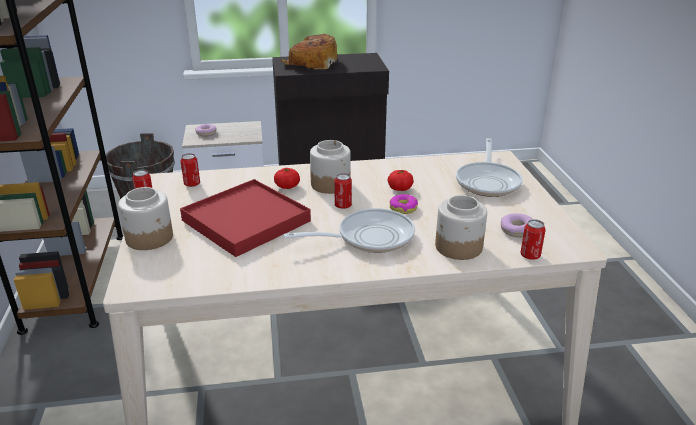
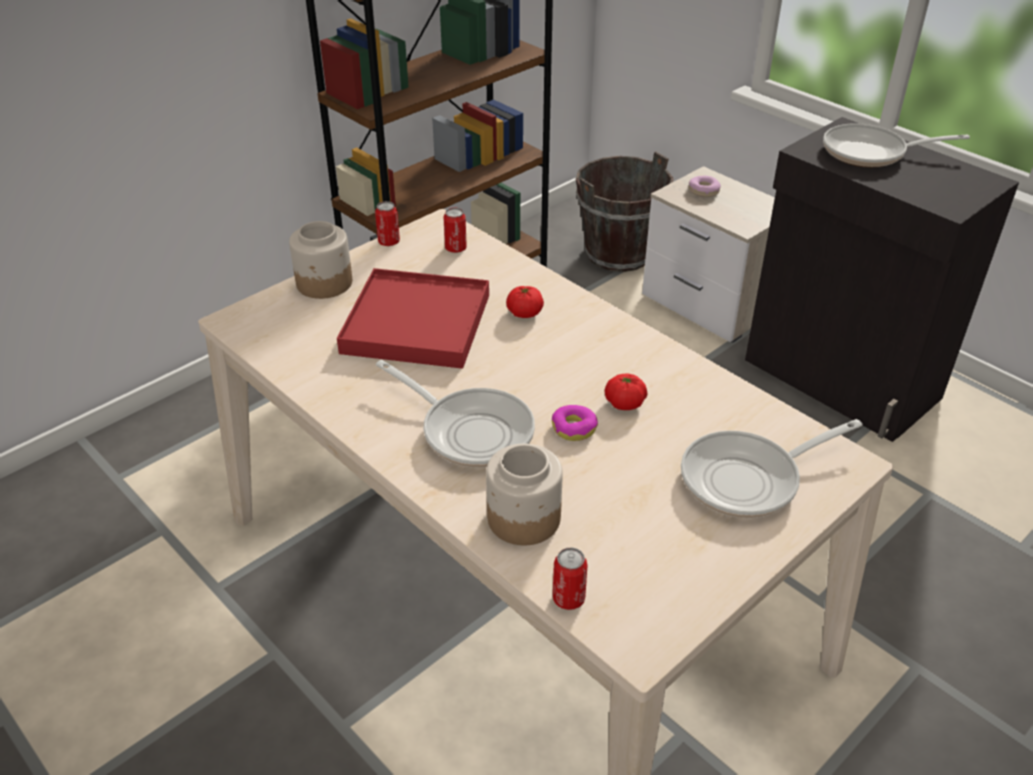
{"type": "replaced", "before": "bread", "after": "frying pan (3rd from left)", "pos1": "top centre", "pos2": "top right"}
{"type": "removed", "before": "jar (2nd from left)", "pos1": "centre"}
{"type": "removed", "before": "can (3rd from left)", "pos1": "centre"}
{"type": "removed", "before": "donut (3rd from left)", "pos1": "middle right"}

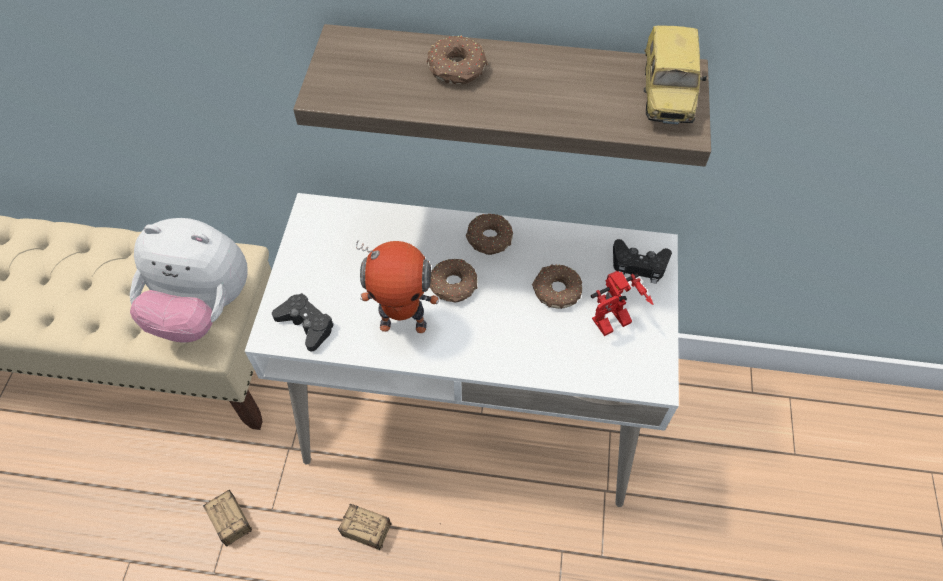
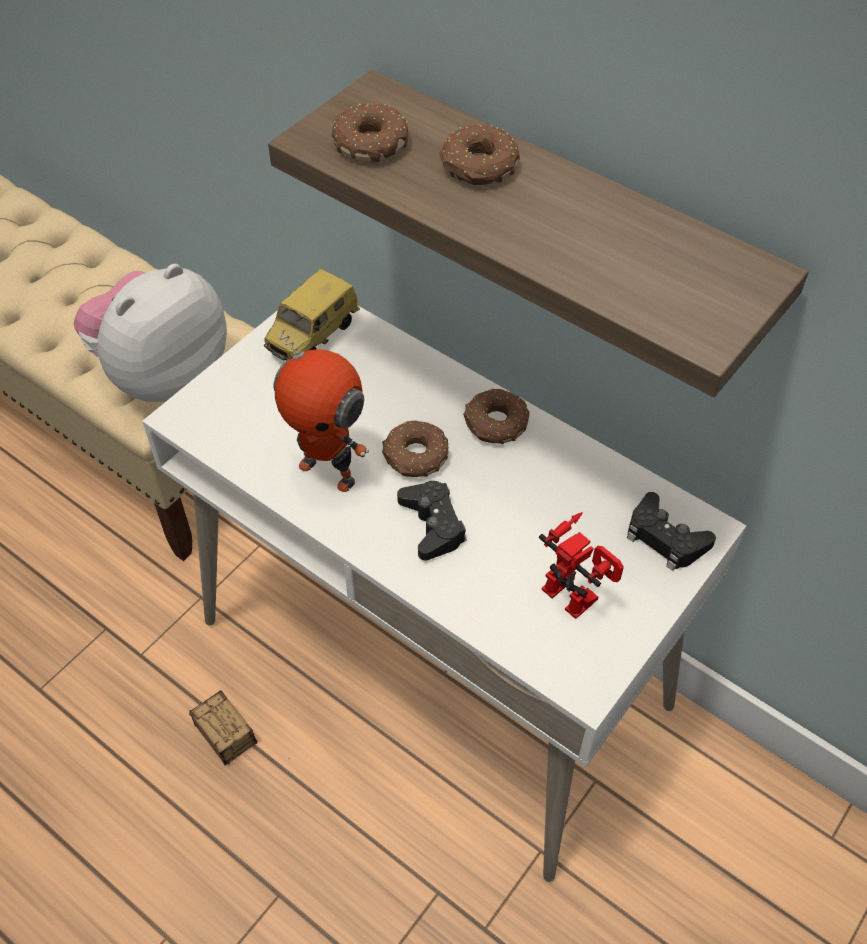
{"type": "turned", "before": "plush toy", "pos1": "middle left", "pos2": "middle left", "turn": 90}
{"type": "removed", "before": "storage box (1st from left)", "pos1": "bottom left"}
{"type": "moved", "before": "black game controller (1st from left)", "pos1": "middle left", "pos2": "centre"}
{"type": "moved", "before": "donut (4th from left in the first image)", "after": "donut (1st from left)", "pos1": "centre", "pos2": "top centre"}
{"type": "turned", "before": "toy robot (2nd from left)", "pos1": "centre", "pos2": "middle right", "turn": -135}
{"type": "moved", "before": "toy car", "pos1": "top right", "pos2": "centre"}

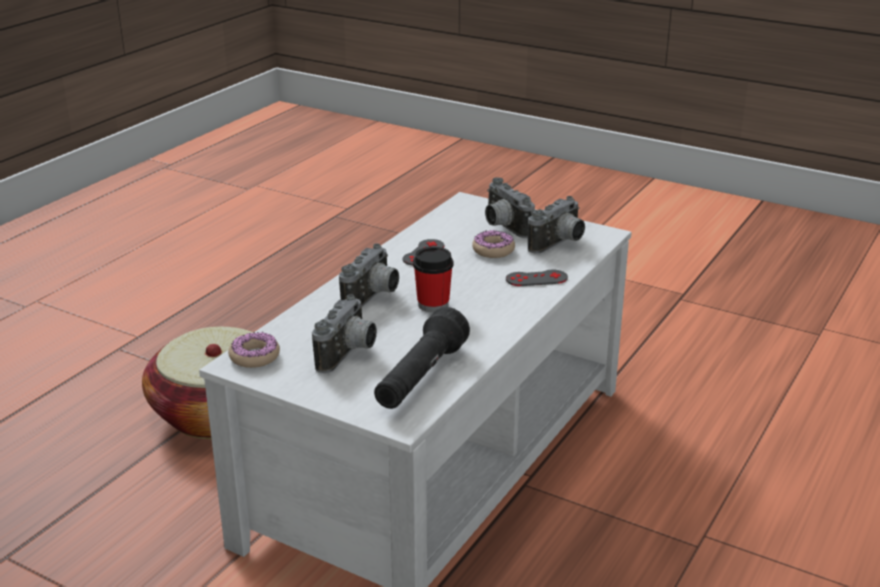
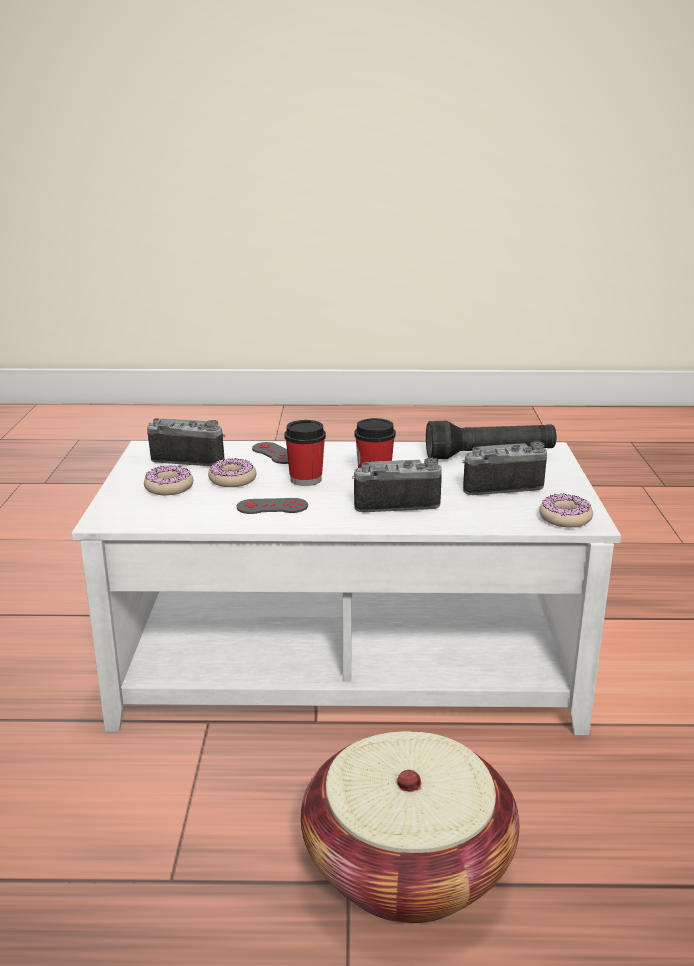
{"type": "replaced", "before": "photo camera (3rd from left)", "after": "donut (1st from left)", "pos1": "centre", "pos2": "middle left"}
{"type": "added", "after": "cup (1st from left)", "pos2": "centre"}

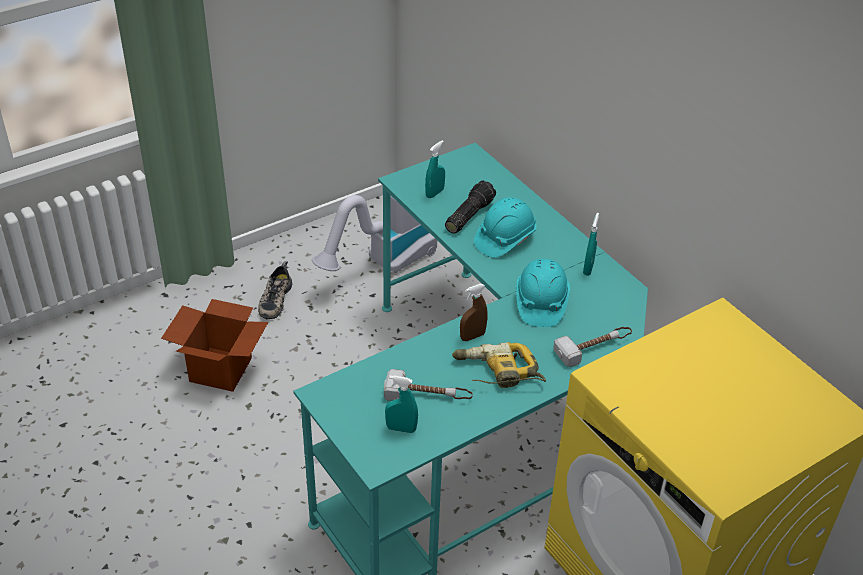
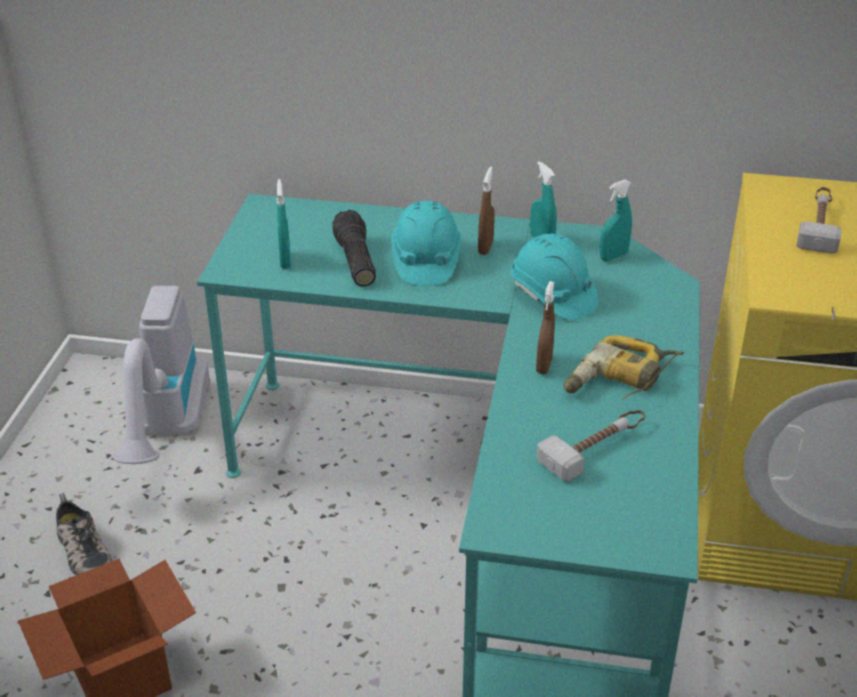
{"type": "moved", "before": "turquoise spray bottle (1st from left in the first image)", "after": "turquoise spray bottle (3rd from left)", "pos1": "bottom centre", "pos2": "top right"}
{"type": "moved", "before": "hammer (2nd from left)", "pos1": "middle right", "pos2": "top right"}
{"type": "added", "after": "brown spray bottle (1st from left)", "pos2": "top centre"}

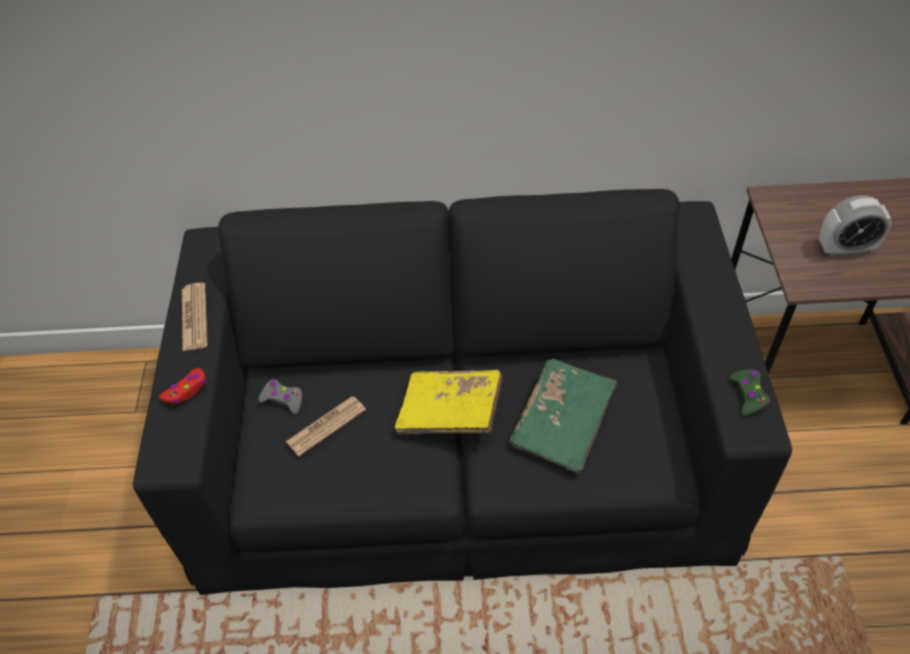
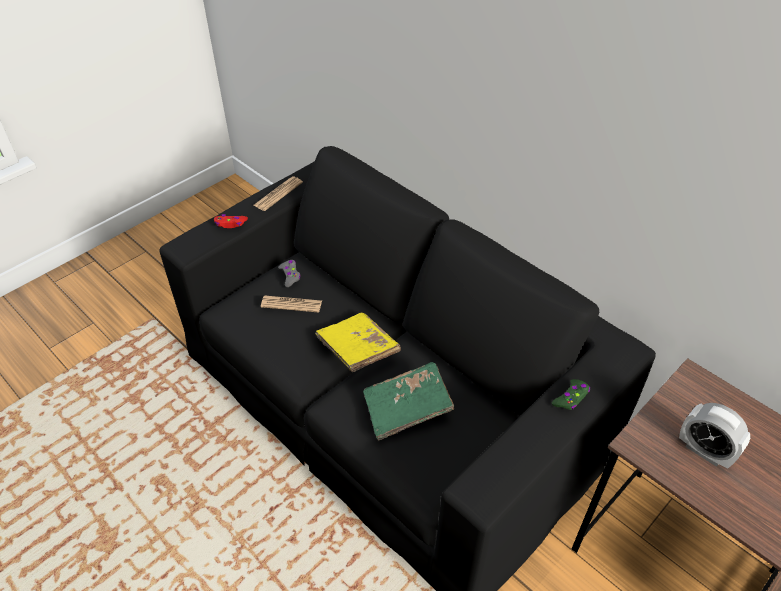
{"type": "moved", "before": "green game controller", "pos1": "middle right", "pos2": "bottom right"}

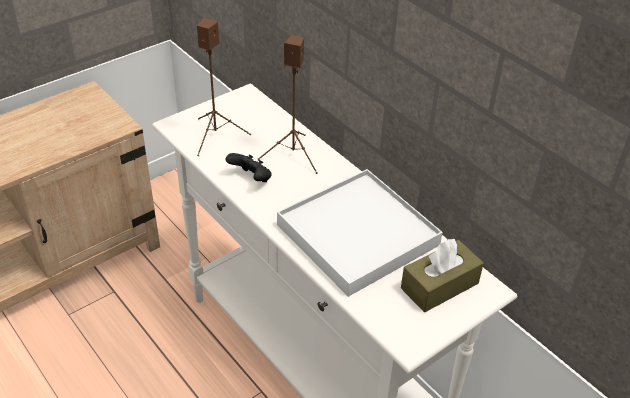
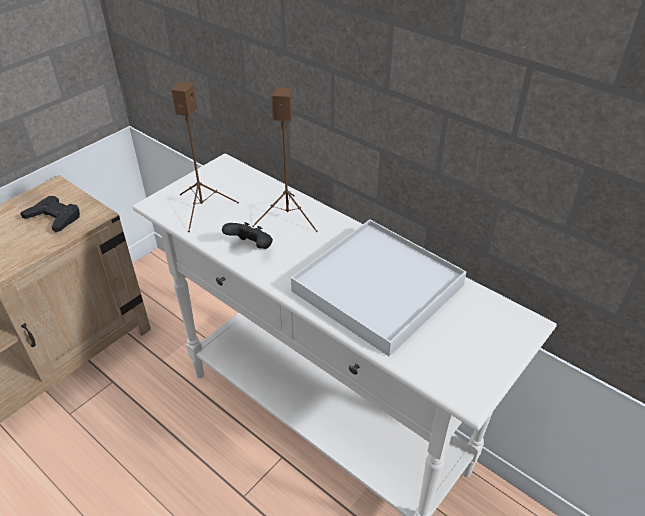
{"type": "removed", "before": "brown tissue box", "pos1": "bottom right"}
{"type": "added", "after": "black game controller (1st from left)", "pos2": "middle left"}

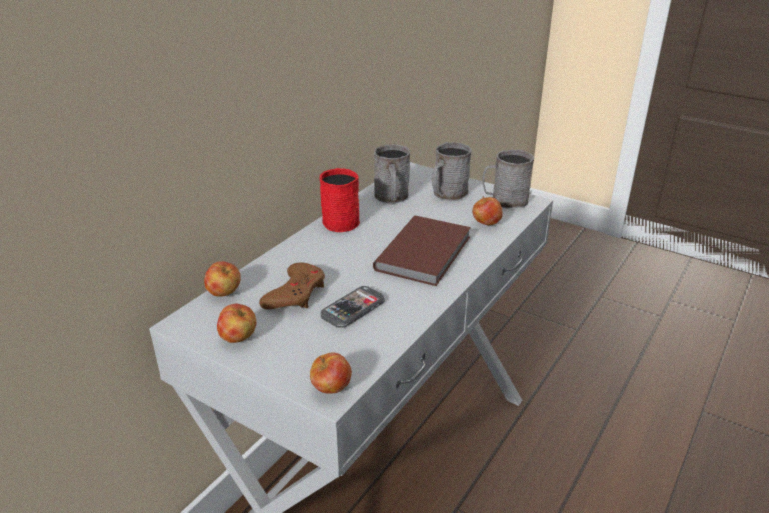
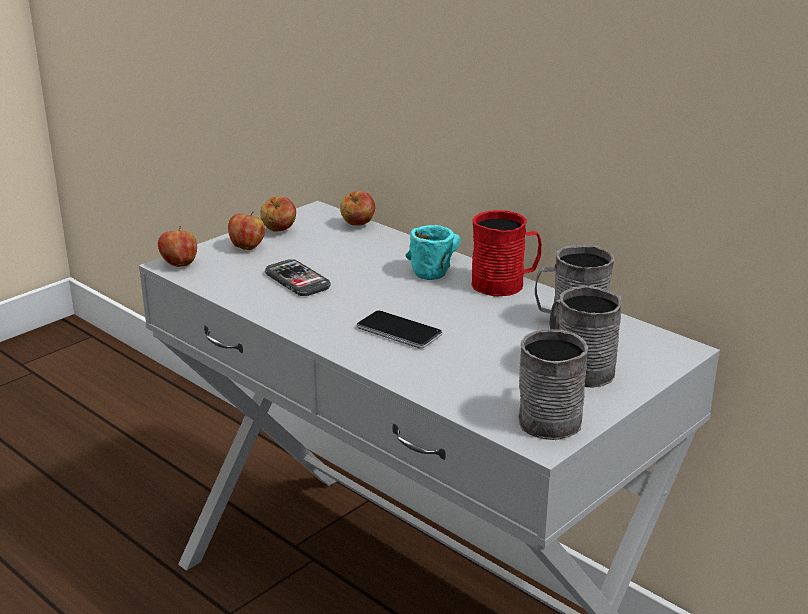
{"type": "removed", "before": "brown game controller", "pos1": "centre"}
{"type": "replaced", "before": "brown book", "after": "phone (2nd from left)", "pos1": "centre", "pos2": "centre"}
{"type": "moved", "before": "apple (4th from left in the first image)", "after": "apple (2nd from left)", "pos1": "centre", "pos2": "middle left"}
{"type": "added", "after": "turquoise mug", "pos2": "centre"}

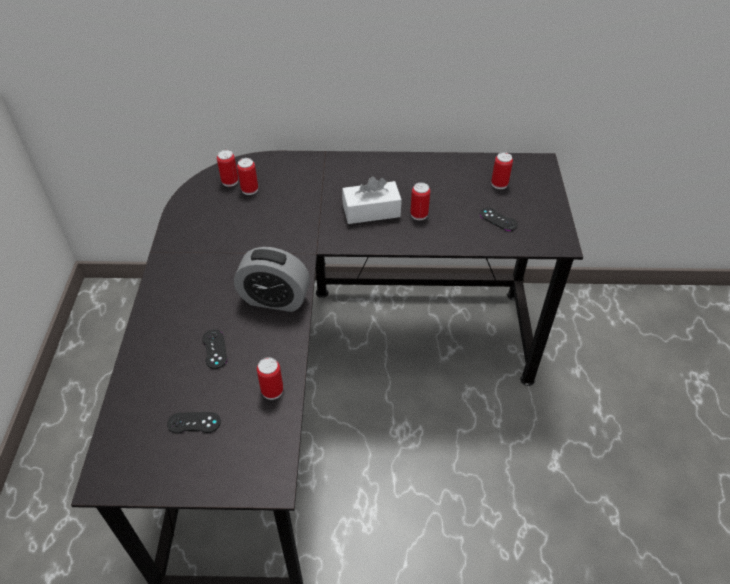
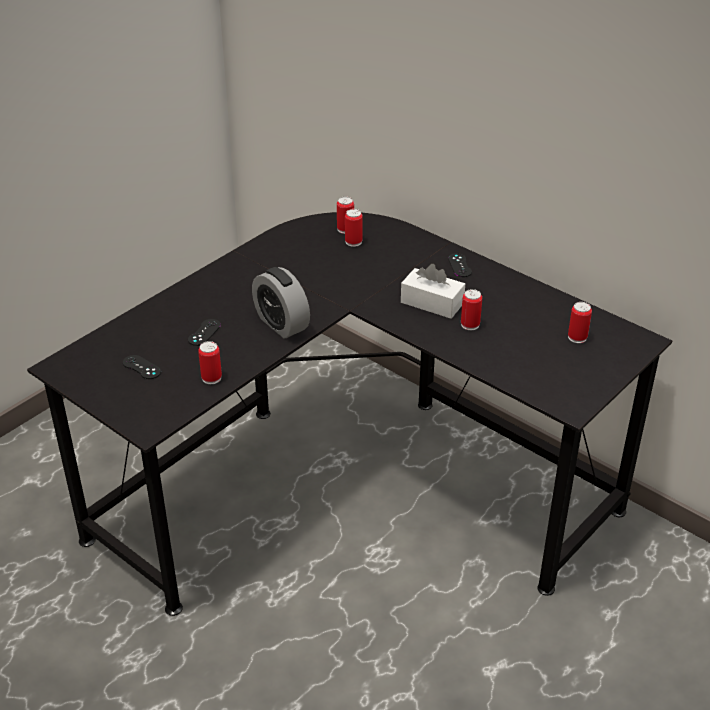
{"type": "moved", "before": "black game controller (3rd from left)", "pos1": "middle right", "pos2": "centre"}

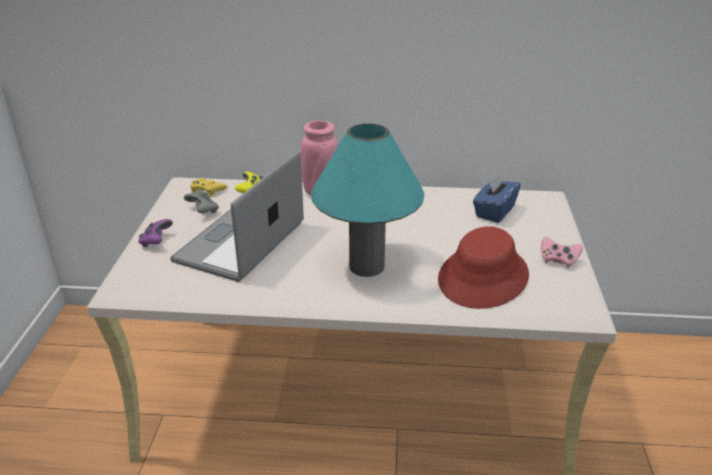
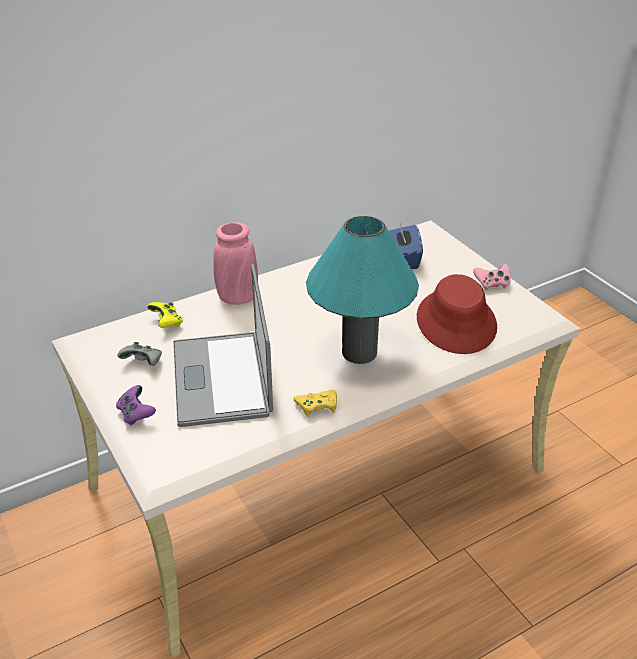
{"type": "moved", "before": "yellow game controller (1st from left in the first image)", "after": "yellow game controller (2nd from left)", "pos1": "middle left", "pos2": "centre"}

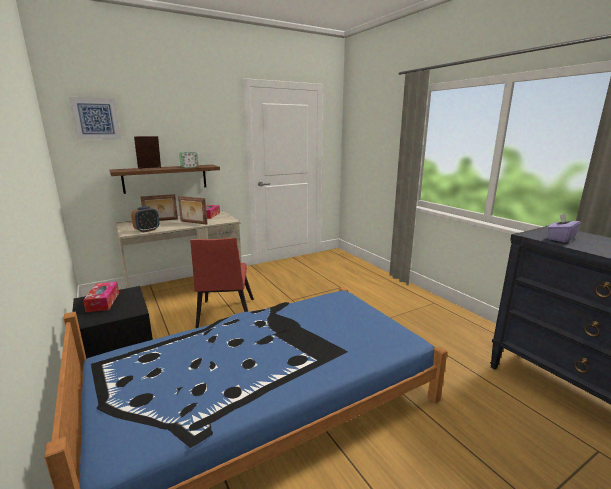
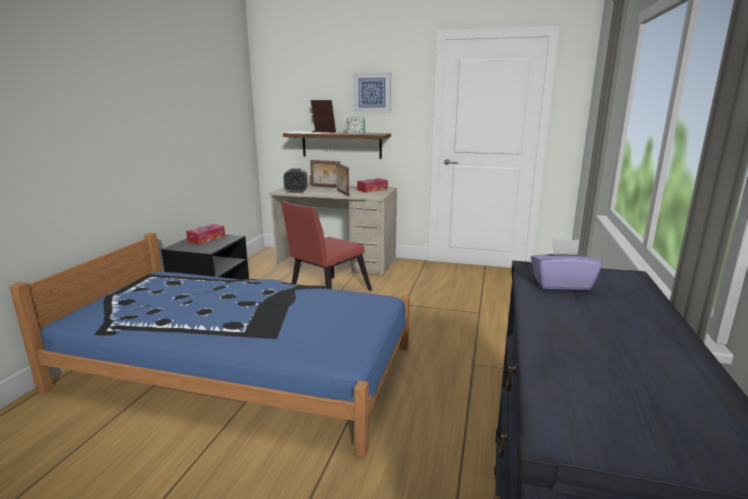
{"type": "moved", "before": "picture", "pos1": "top left", "pos2": "top centre"}

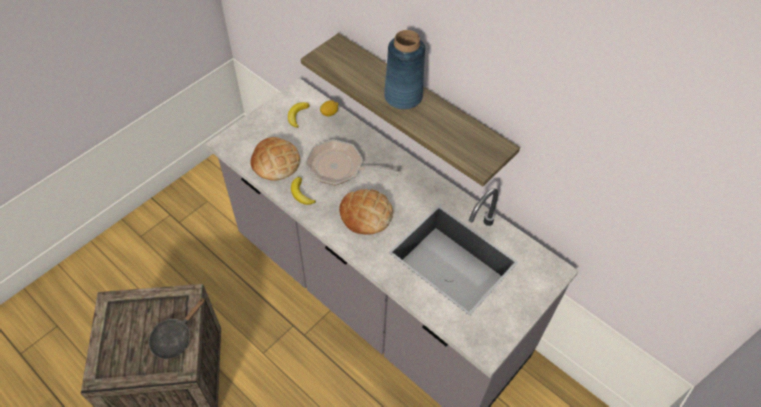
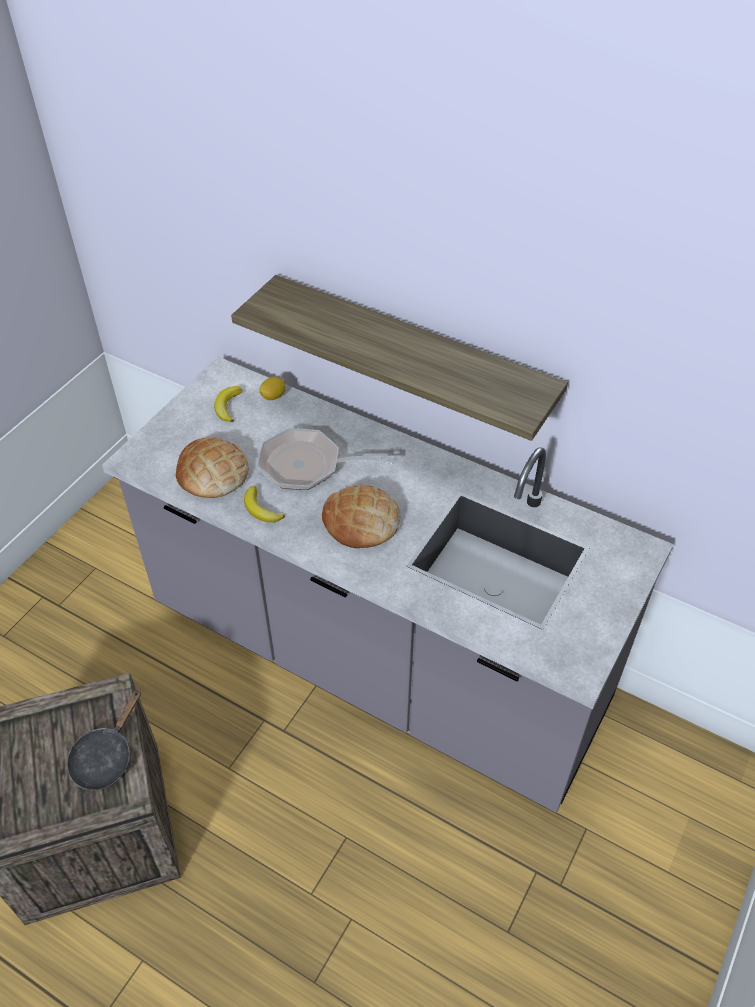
{"type": "removed", "before": "blue vase", "pos1": "top centre"}

